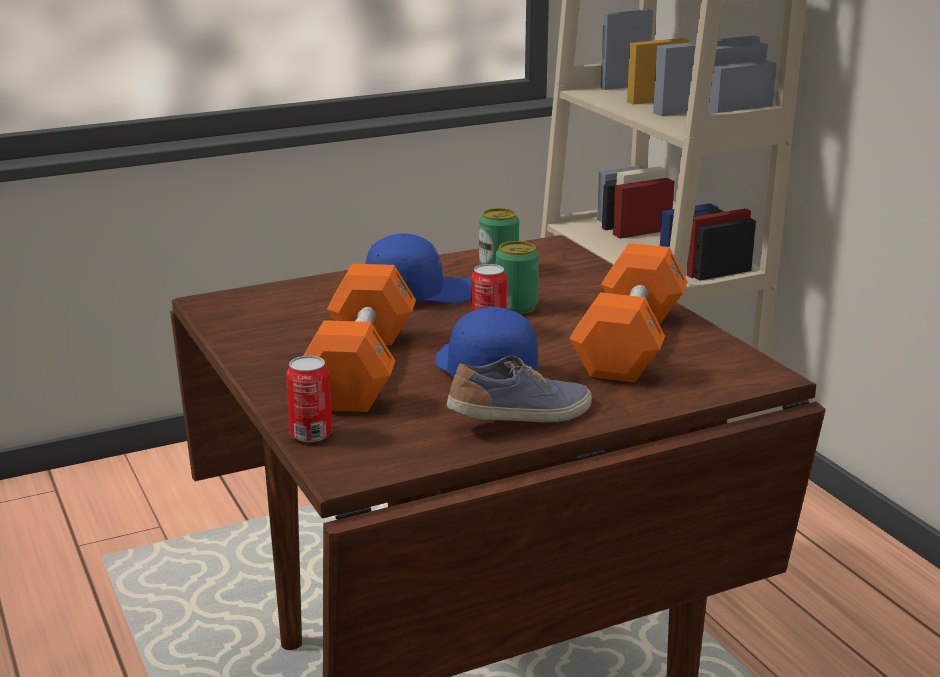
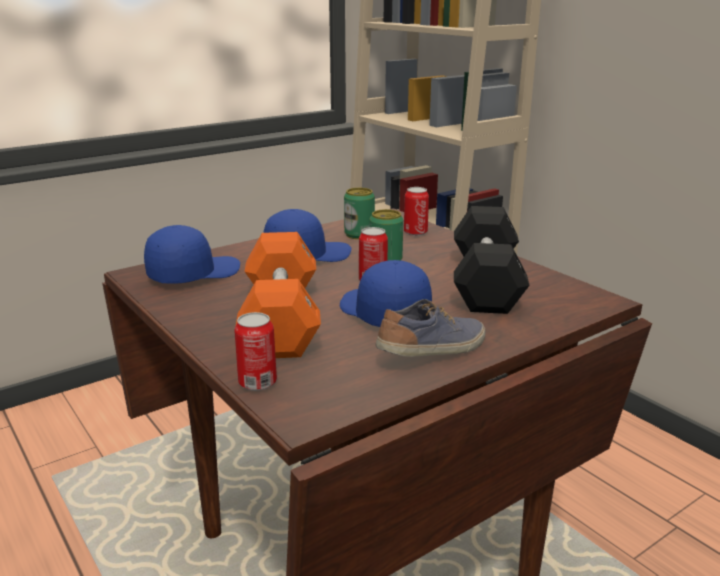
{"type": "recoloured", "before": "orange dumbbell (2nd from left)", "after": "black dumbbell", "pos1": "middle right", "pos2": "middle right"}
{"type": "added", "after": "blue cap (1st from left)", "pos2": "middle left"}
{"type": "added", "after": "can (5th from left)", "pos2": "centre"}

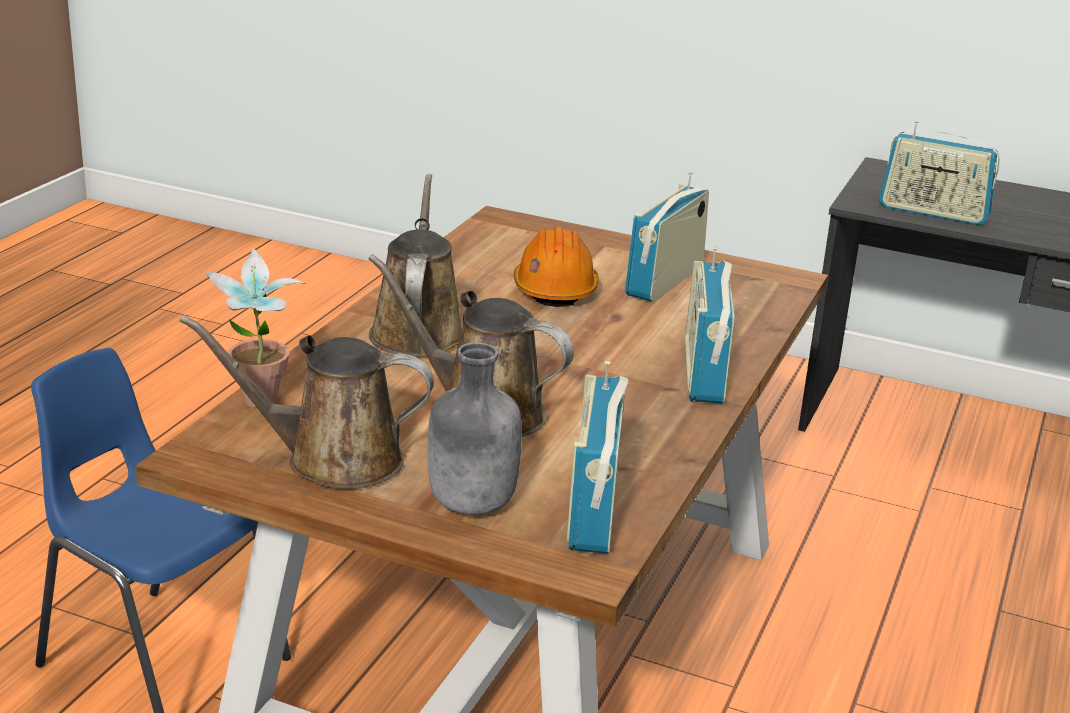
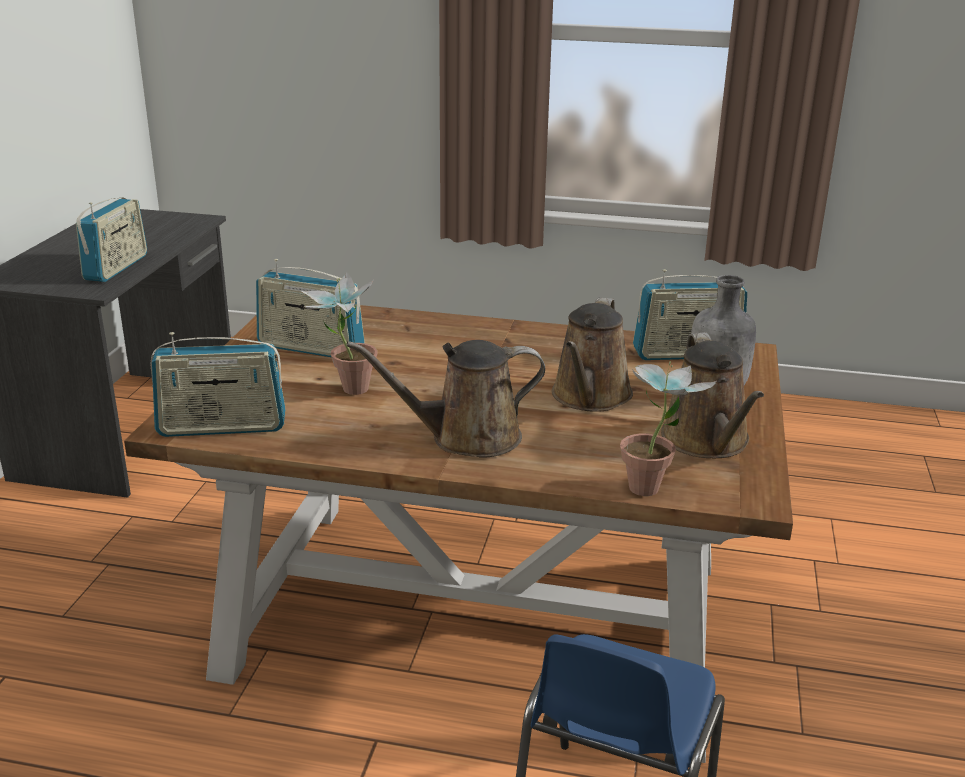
{"type": "replaced", "before": "orange hard hat", "after": "potted plant (1st from left)", "pos1": "centre", "pos2": "centre"}
{"type": "moved", "before": "radio (3rd from left in the first image)", "after": "radio (2nd from left)", "pos1": "centre", "pos2": "middle left"}

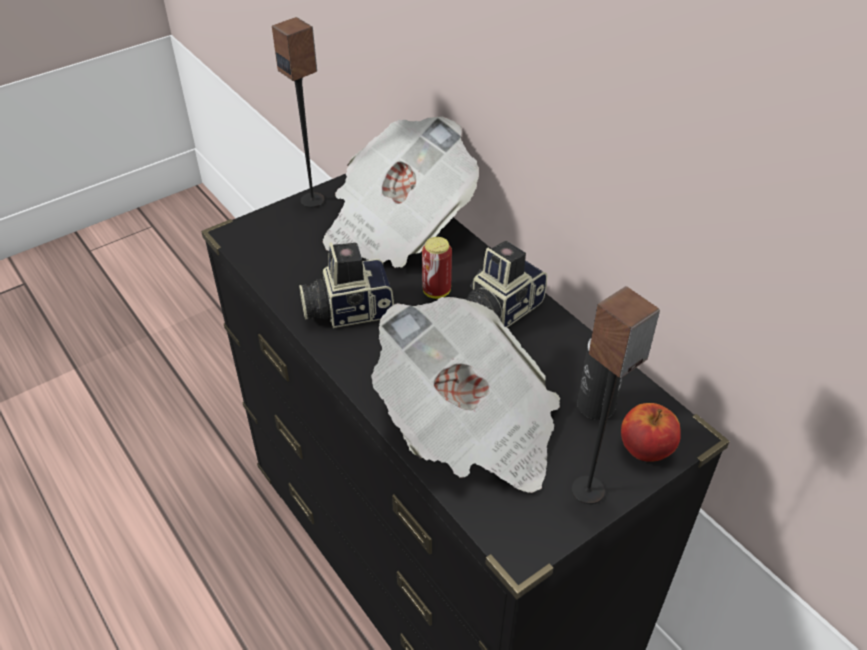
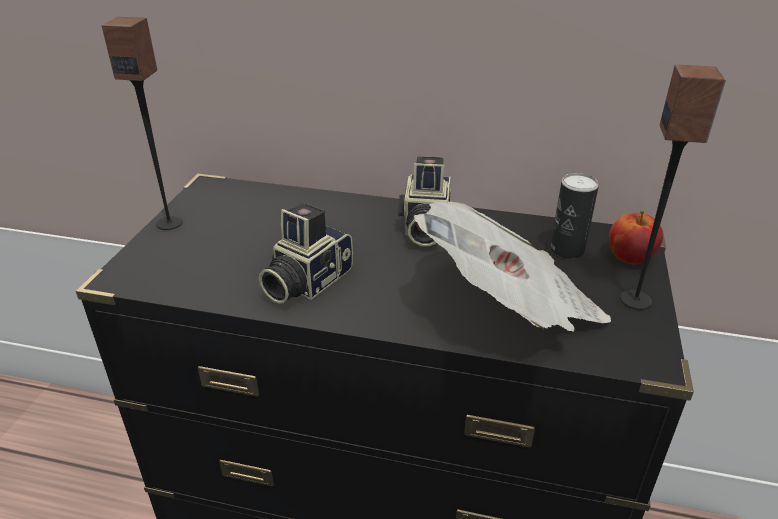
{"type": "removed", "before": "newspaper (1st from left)", "pos1": "top centre"}
{"type": "removed", "before": "can (1st from left)", "pos1": "centre"}

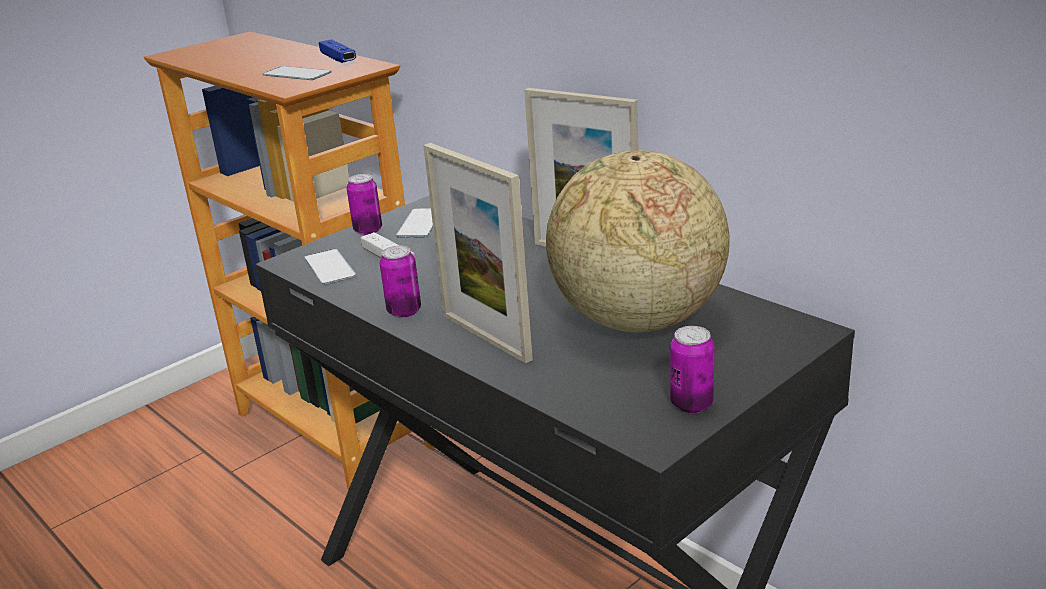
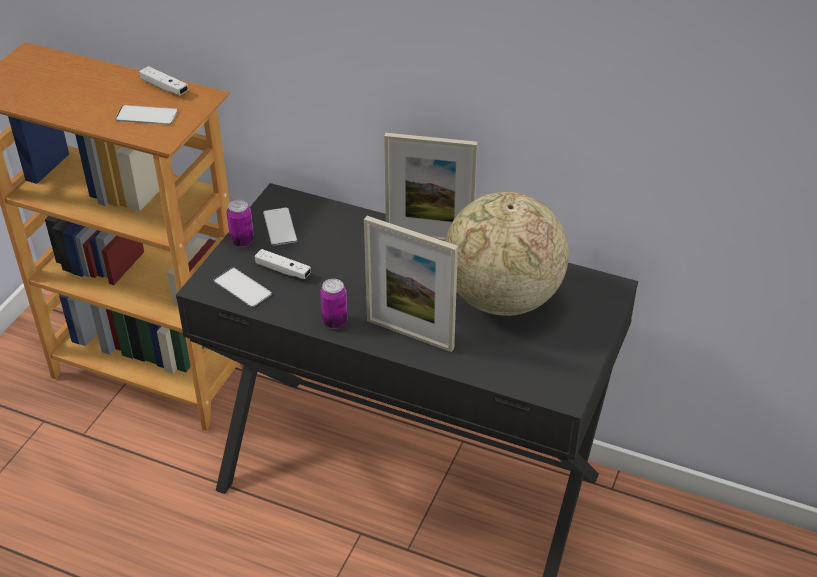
{"type": "recoloured", "before": "blue game controller", "after": "white game controller (1st from left)", "pos1": "top left", "pos2": "top left"}
{"type": "removed", "before": "can (3rd from left)", "pos1": "centre"}

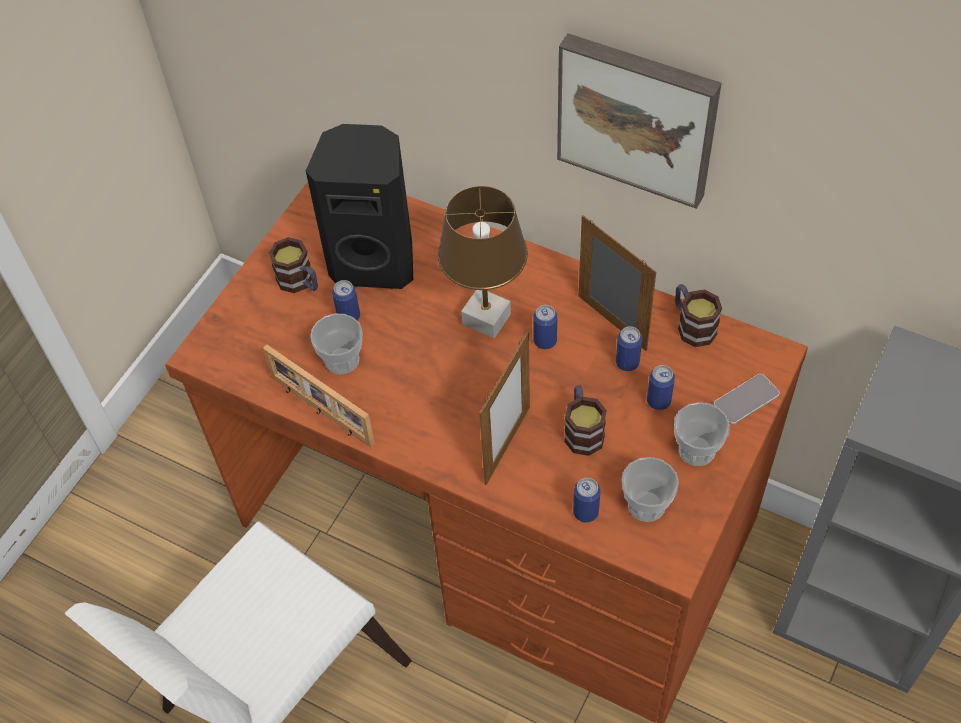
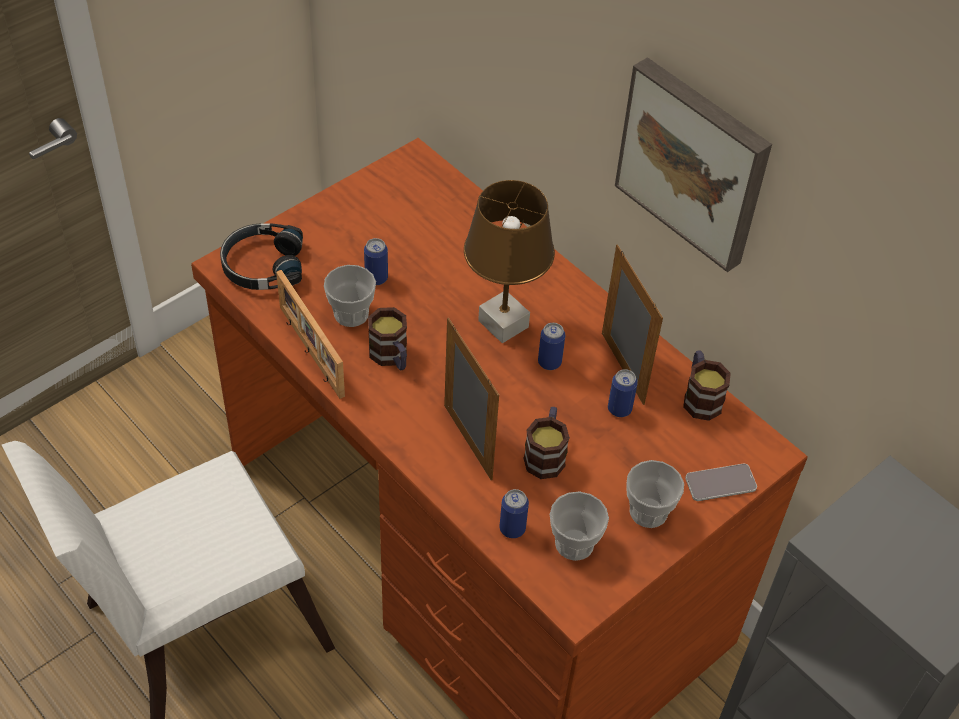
{"type": "moved", "before": "mug (1st from left)", "pos1": "middle left", "pos2": "centre"}
{"type": "removed", "before": "black speaker", "pos1": "top centre"}
{"type": "turned", "before": "picture frame (2nd from left)", "pos1": "centre", "pos2": "centre", "turn": -75}
{"type": "removed", "before": "can (5th from left)", "pos1": "middle right"}
{"type": "added", "after": "black headphones", "pos2": "middle left"}

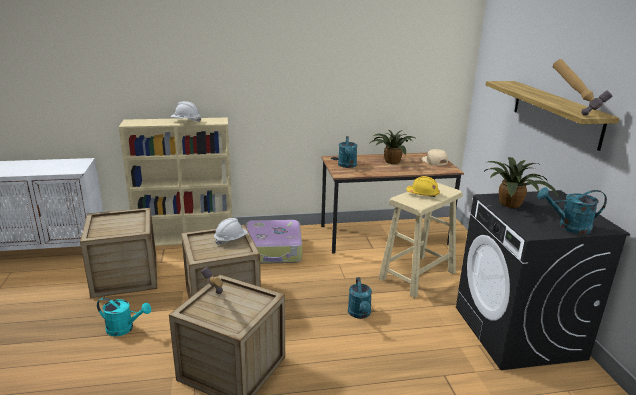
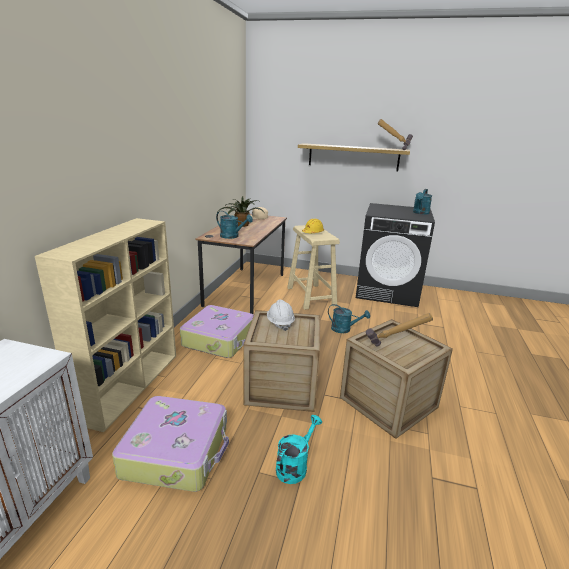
{"type": "replaced", "before": "crate (1st from left)", "after": "suitcase (1st from left)", "pos1": "middle left", "pos2": "bottom left"}
{"type": "removed", "before": "white hard hat (1st from left)", "pos1": "top left"}
{"type": "removed", "before": "potted plant (2nd from left)", "pos1": "middle right"}

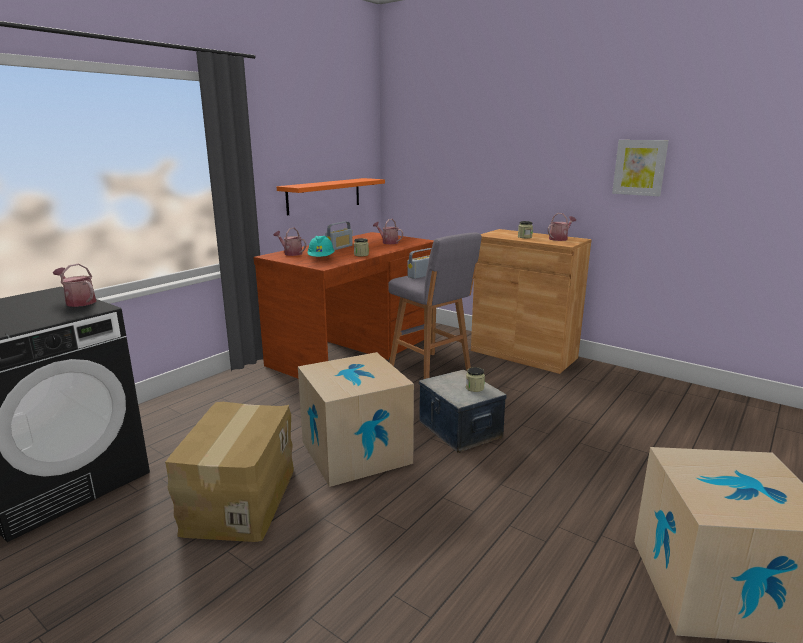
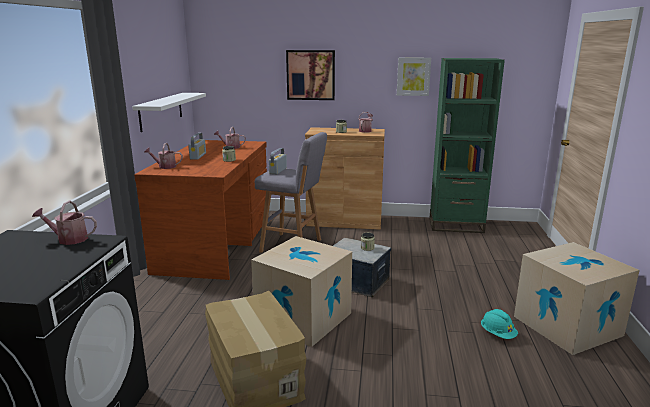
{"type": "recoloured", "before": "orange shelf", "after": "white shelf", "pos1": "top centre", "pos2": "top left"}
{"type": "moved", "before": "turquoise hard hat", "pos1": "centre", "pos2": "bottom right"}
{"type": "added", "after": "picture (1st from left)", "pos2": "top centre"}
{"type": "added", "after": "green bookcase", "pos2": "middle right"}

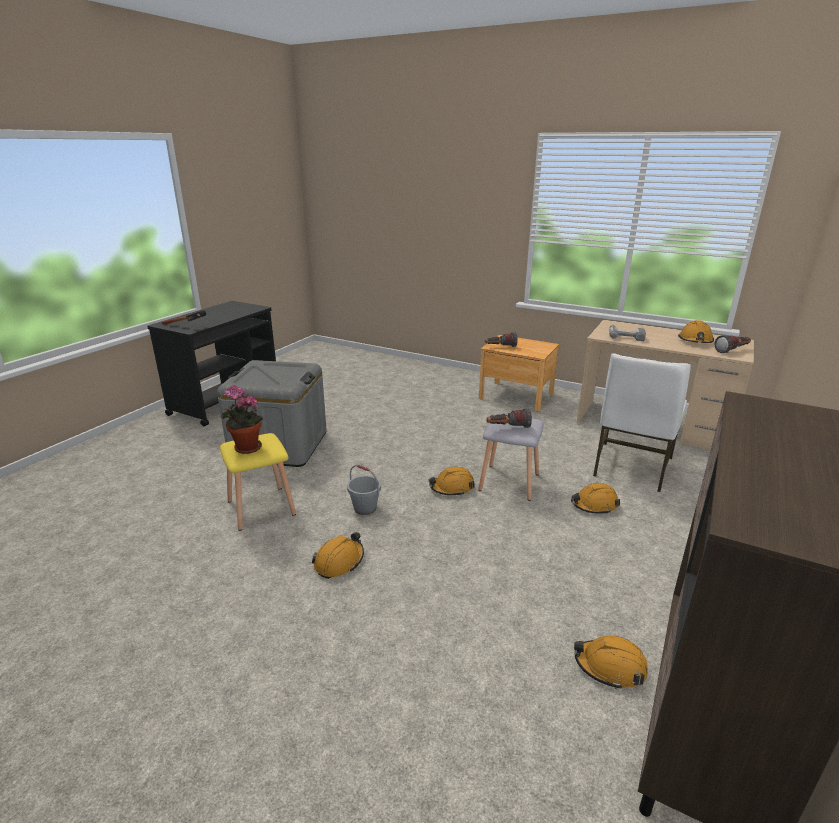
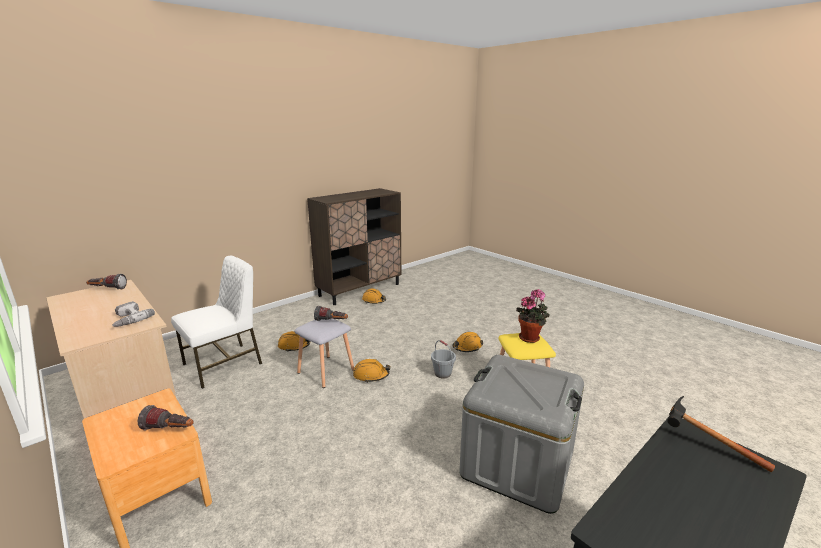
{"type": "removed", "before": "orange hard hat (5th from left)", "pos1": "middle right"}

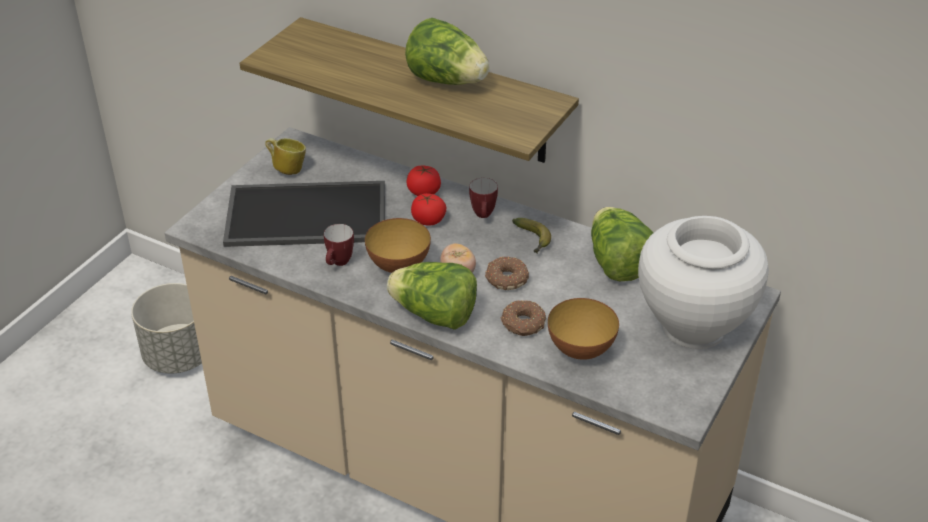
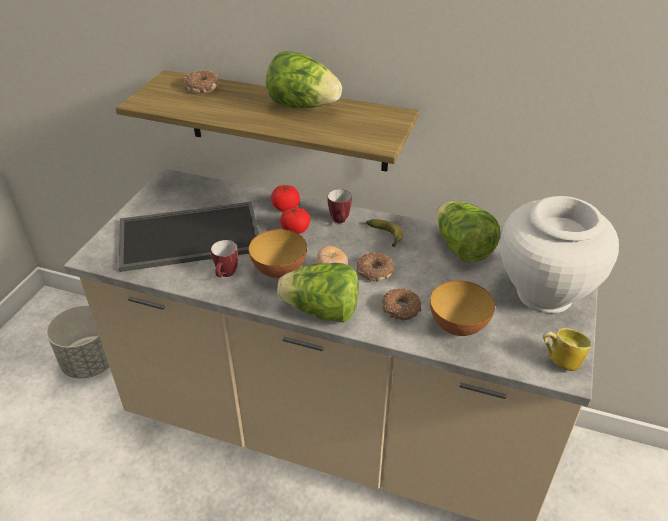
{"type": "moved", "before": "mug (1st from left in the first image)", "after": "mug (3rd from left)", "pos1": "top left", "pos2": "bottom right"}
{"type": "added", "after": "donut (1st from left)", "pos2": "top left"}

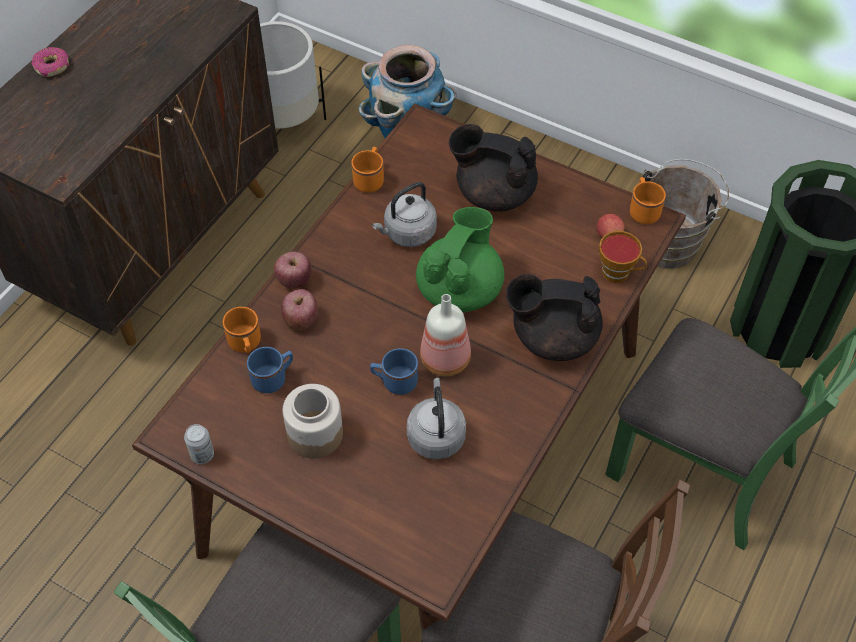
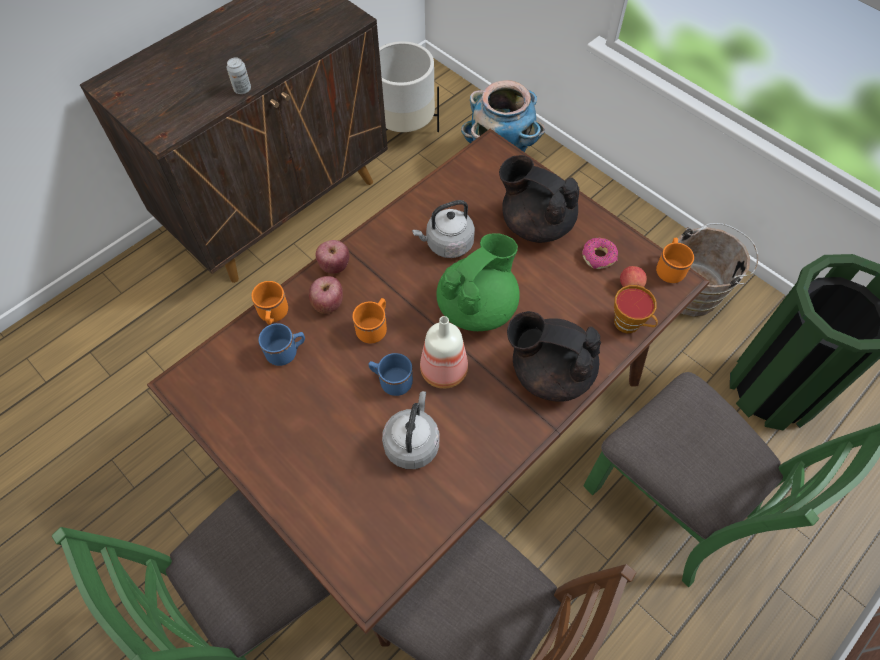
{"type": "moved", "before": "donut", "pos1": "top left", "pos2": "middle right"}
{"type": "moved", "before": "can", "pos1": "bottom left", "pos2": "top left"}
{"type": "removed", "before": "jar", "pos1": "centre"}
{"type": "moved", "before": "orange mug (2nd from left)", "pos1": "top centre", "pos2": "centre"}

